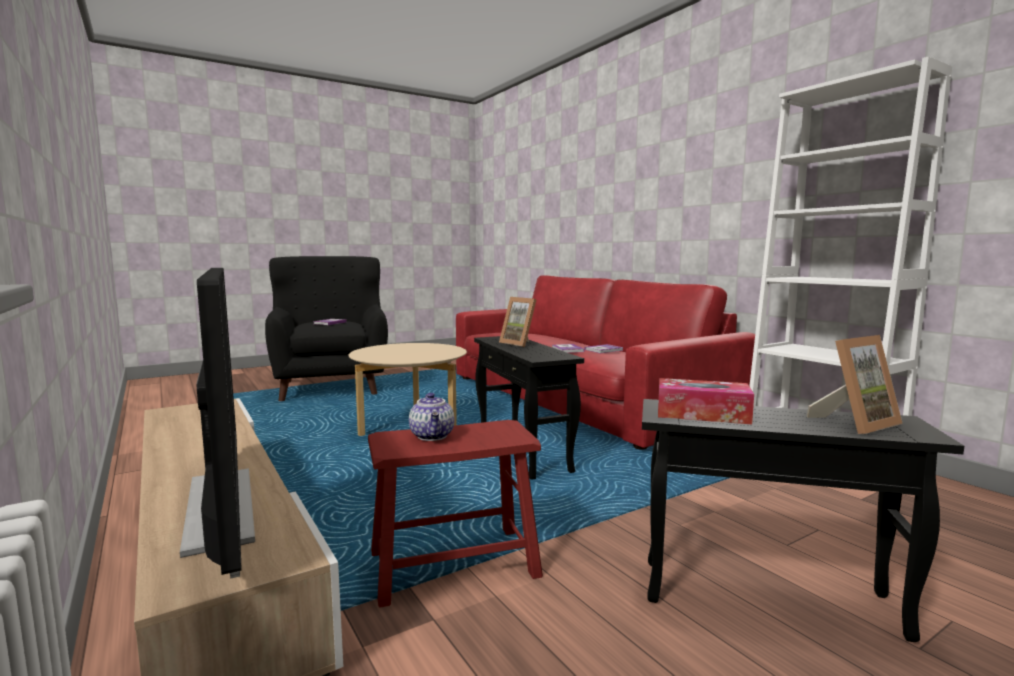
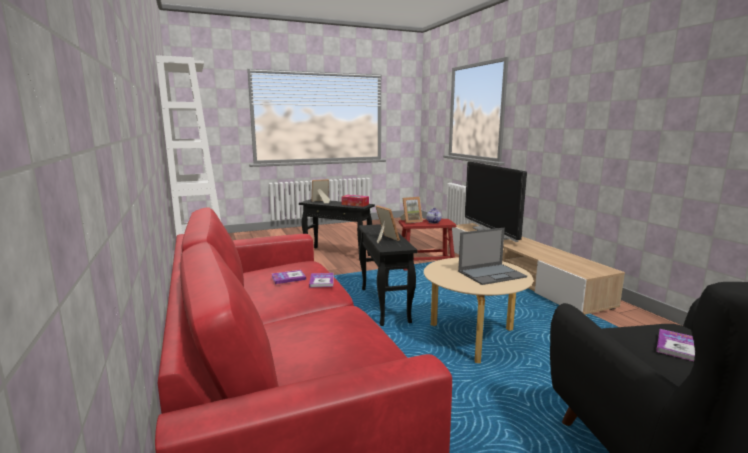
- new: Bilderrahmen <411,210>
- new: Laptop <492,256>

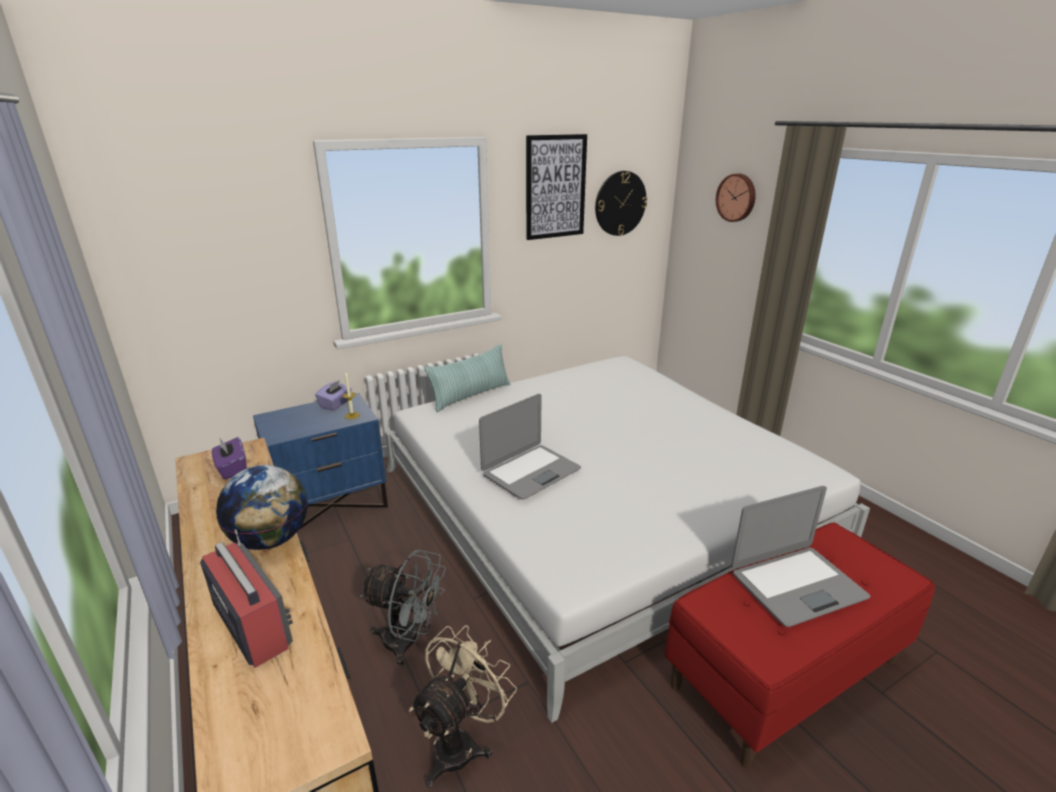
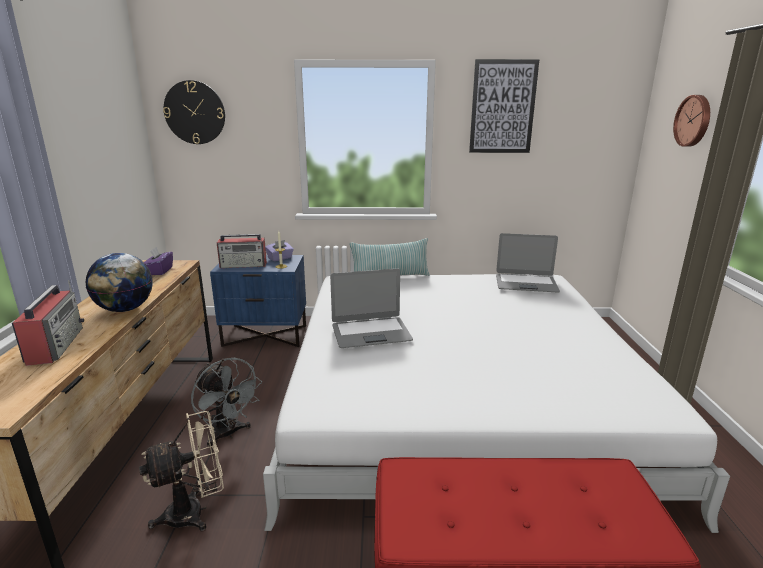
- shifted: Wanduhr <621,203> to <194,112>
- new: Radio <242,251>
- shifted: Laptop <800,556> to <528,262>

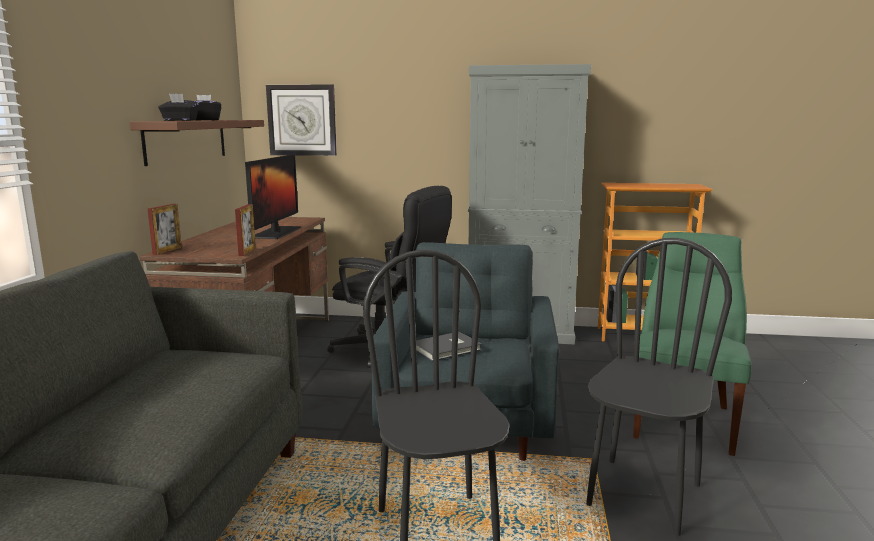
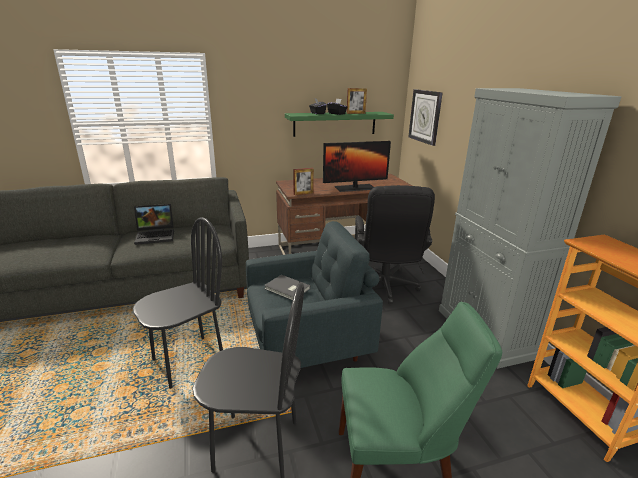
- new: Laptop <154,224>
- repainted: Wandregal/braun <196,143> to Wandregal/grün <339,124>
- shifted: Bilderrahmen <164,229> to <357,101>

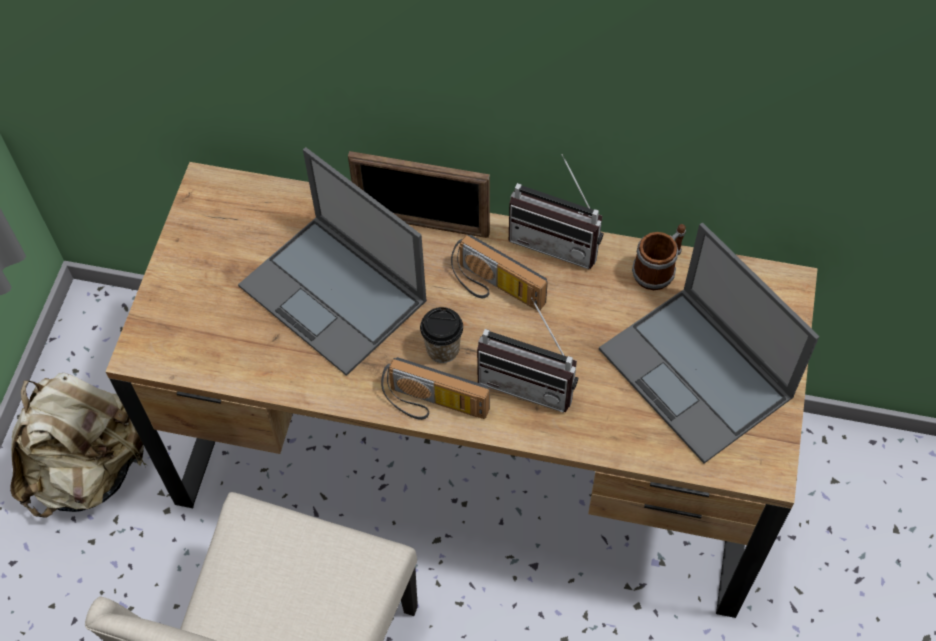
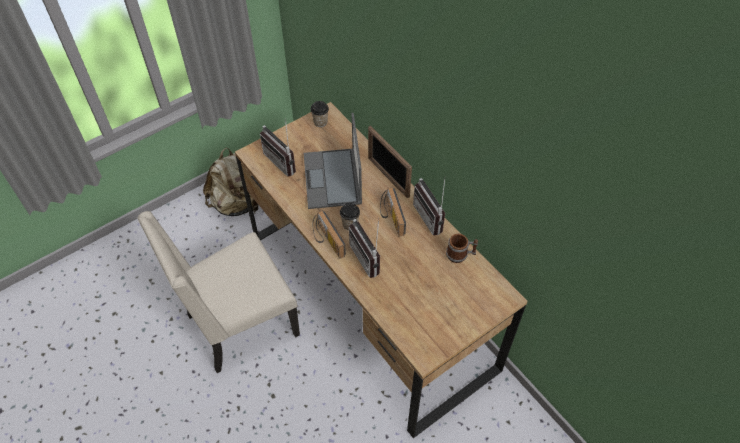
- new: Radio <278,148>
- new: Tasse <319,114>
- gone: Laptop <709,343>

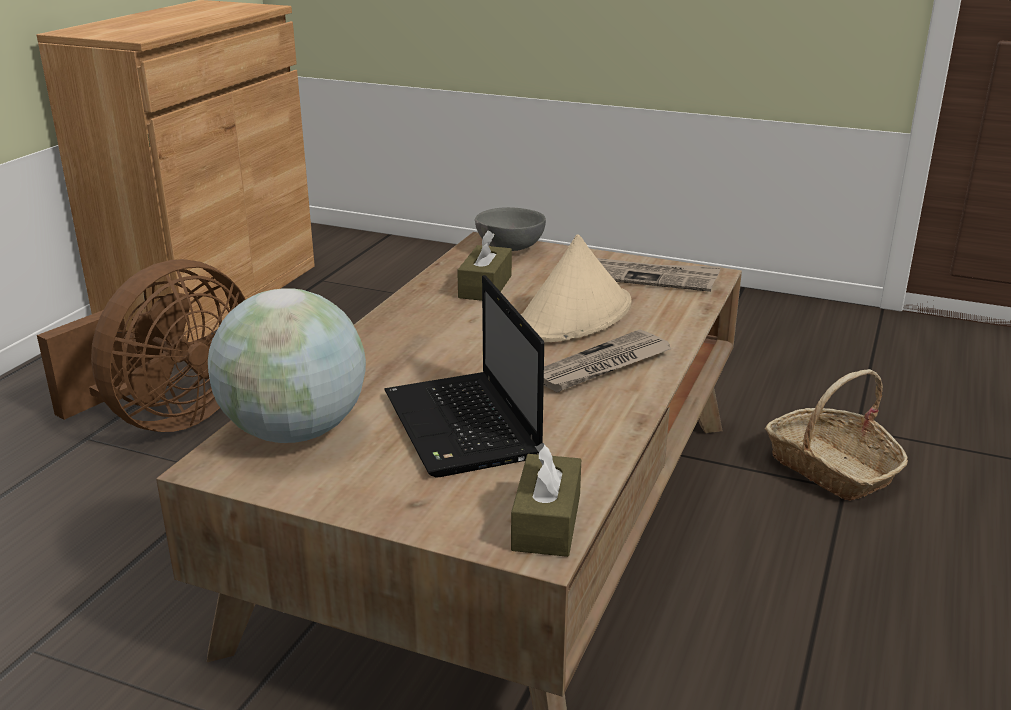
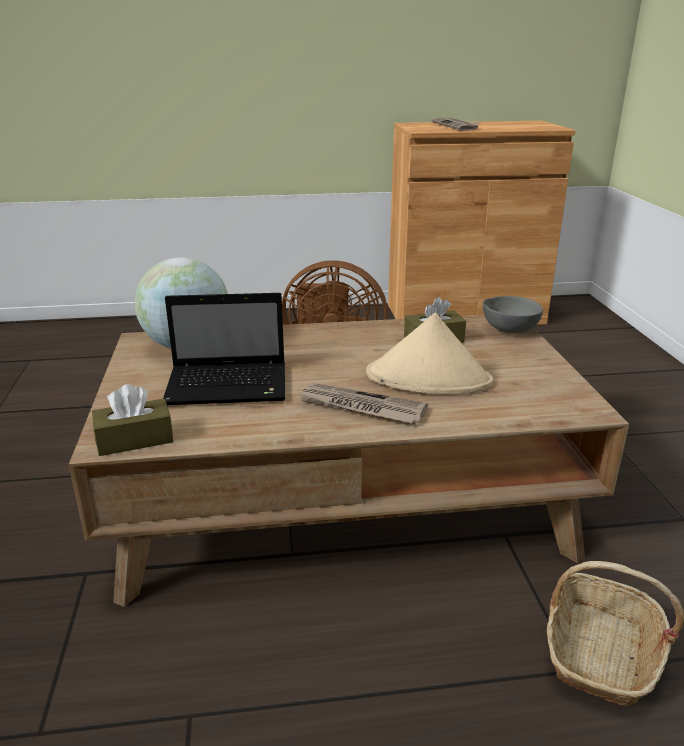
- rotated: Laptop <464,376> = <224,349> 135 degrees counterclockwise
- shifted: Zeitung <659,275> to <456,124>

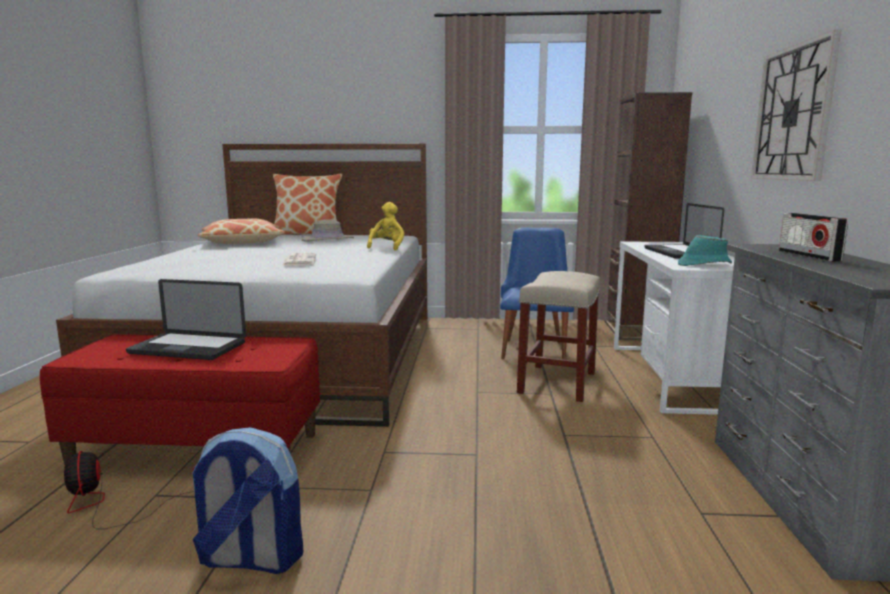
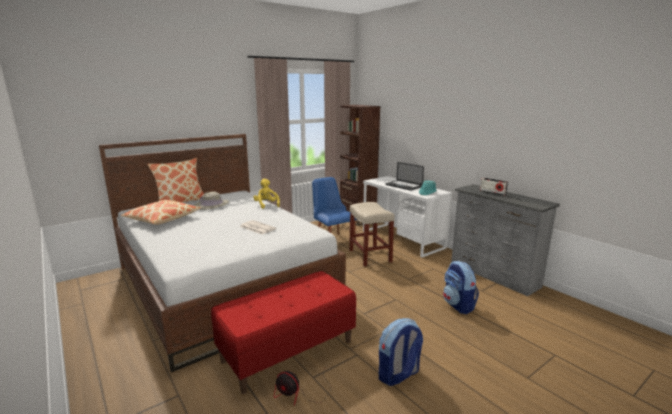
- new: Rucksack <461,287>
- gone: Laptop <186,319>
- gone: Wanduhr <796,105>

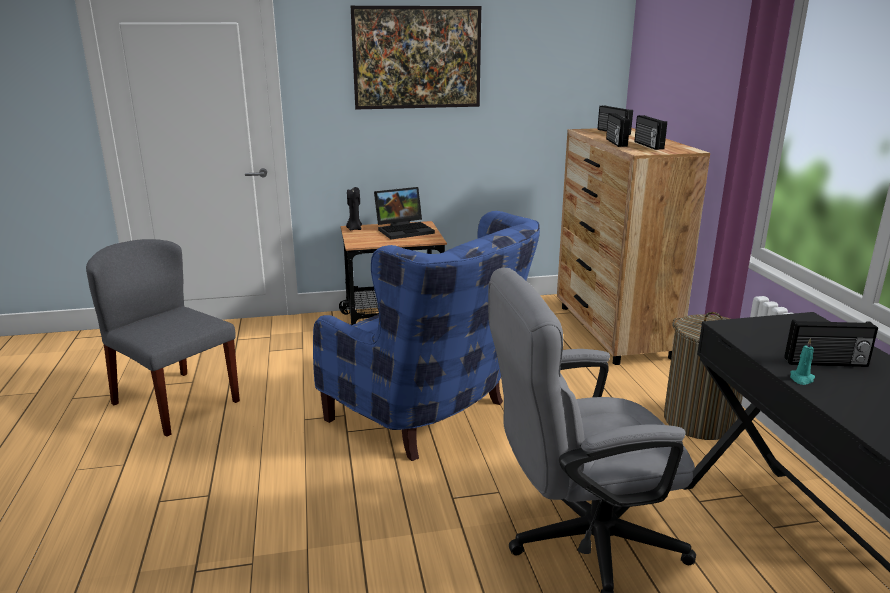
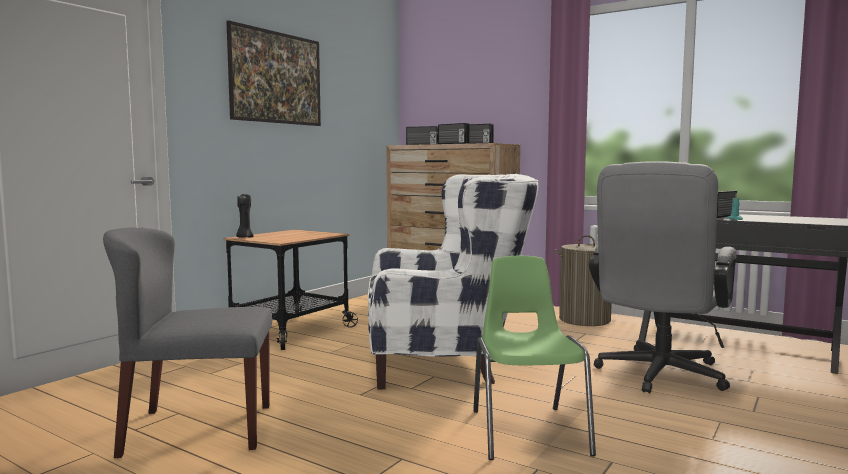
- repainted: Sessel/blau <426,336> to Sessel/weiß <453,282>
- new: Stuhl/grün <534,358>
- gone: Laptop <404,213>

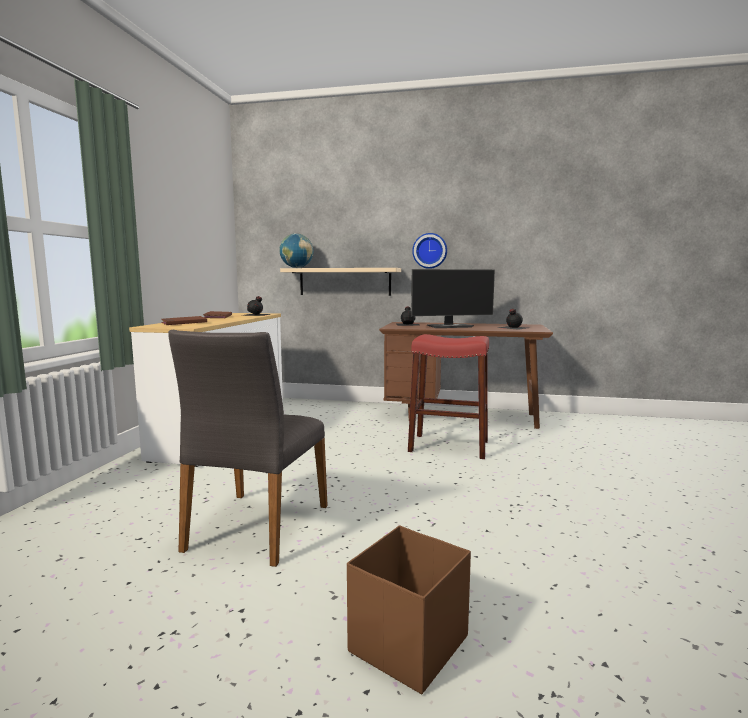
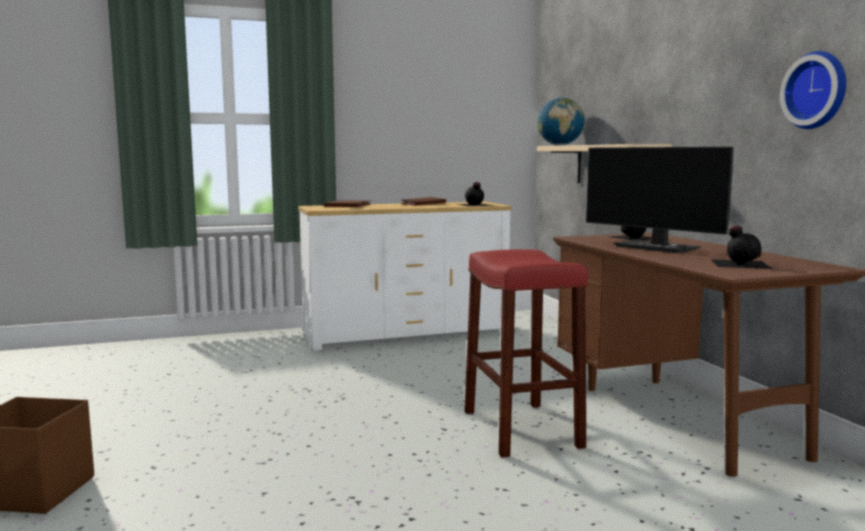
- shifted: Wanduhr <429,251> to <813,90>
- gone: Stuhl/grau <248,448>

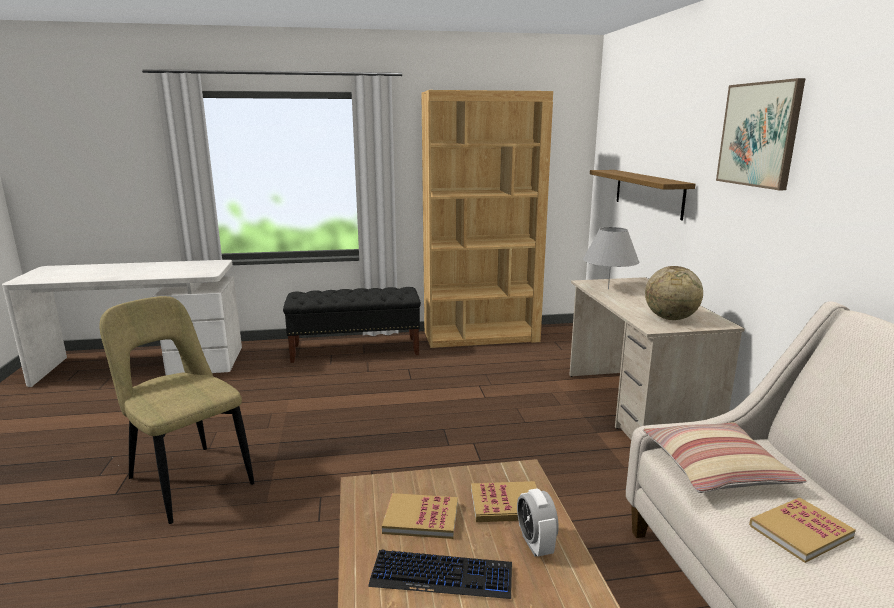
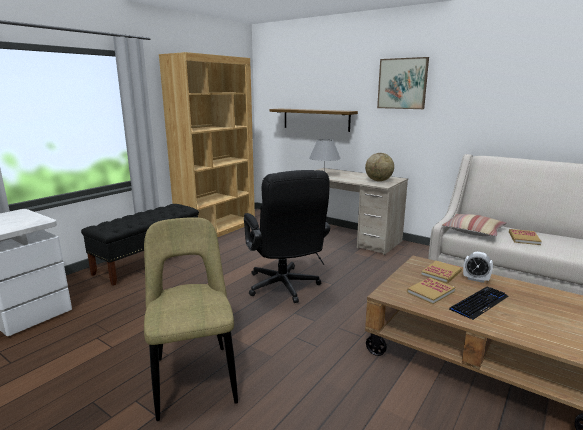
- rotated: Stuhl/beige <177,410> = <191,319> 75 degrees clockwise
- new: Bürostuhl/schwarz <287,236>

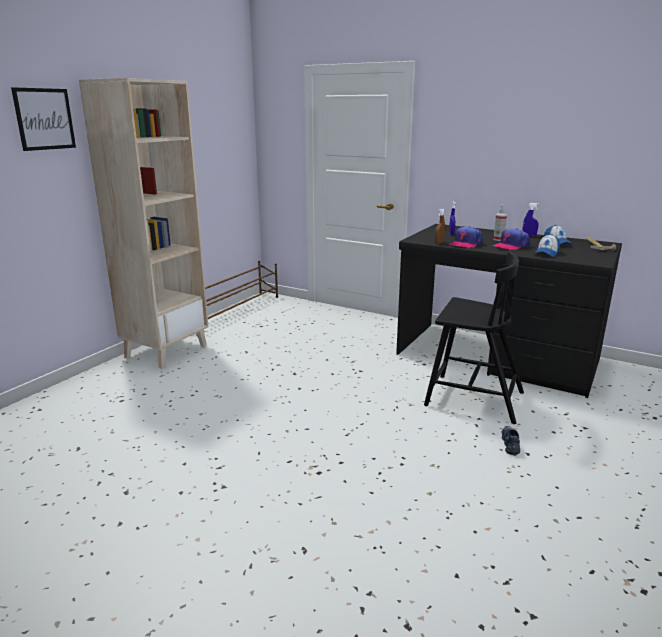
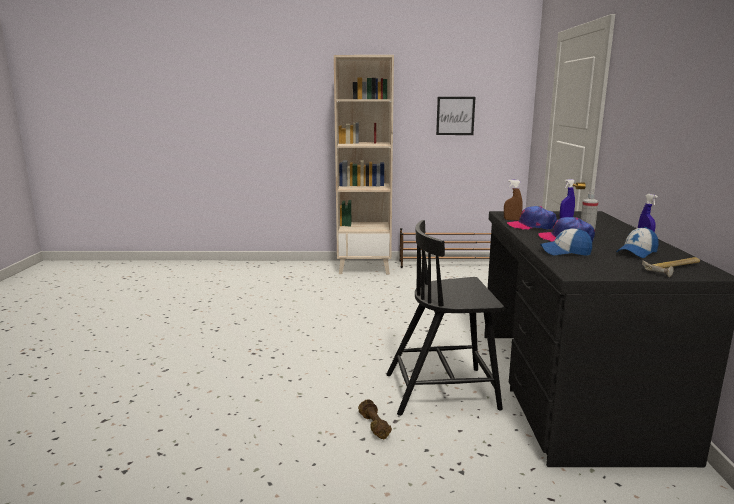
- swapped: Schuh <510,440> to Hantel/braun <375,419>
- rotated: Stuhl/schwarz <474,337> = <445,318> 90 degrees clockwise
- shifted: Bild <43,119> to <455,116>

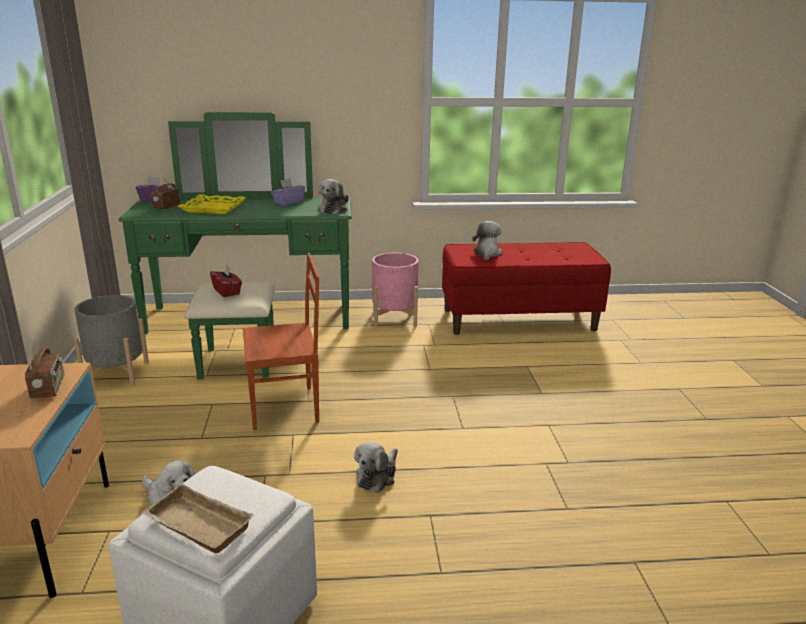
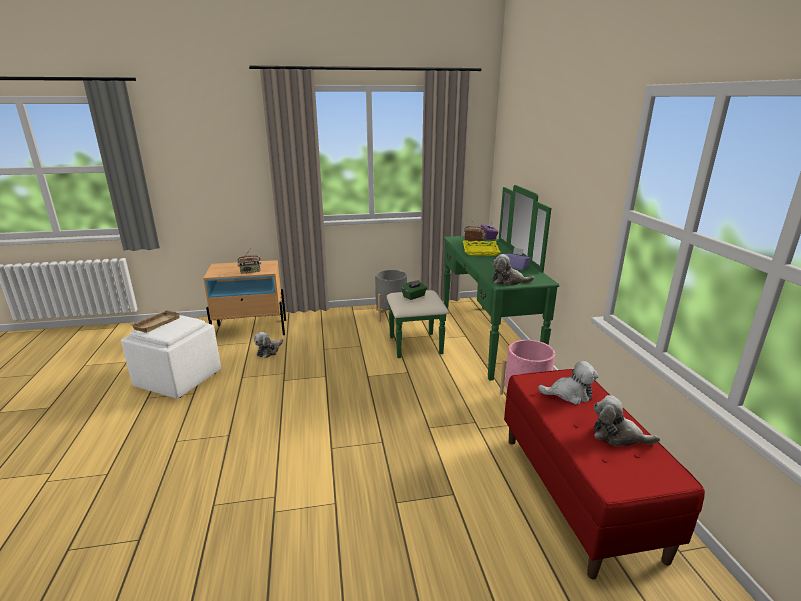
- repainted: Taschentuchbox/rot <226,280> to Taschentuchbox/grün <414,290>
- shifted: Plüschtier <376,467> to <627,421>
- gone: Stuhl/braun <281,341>

